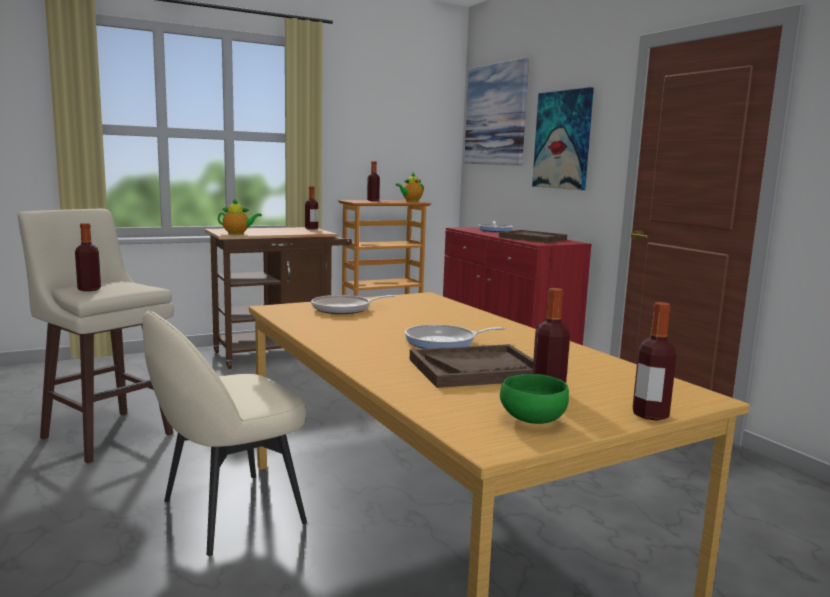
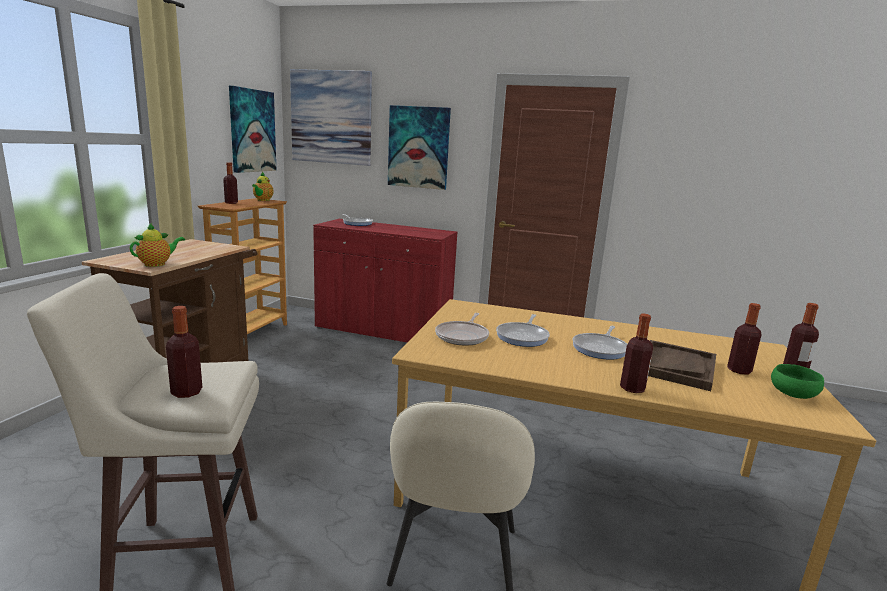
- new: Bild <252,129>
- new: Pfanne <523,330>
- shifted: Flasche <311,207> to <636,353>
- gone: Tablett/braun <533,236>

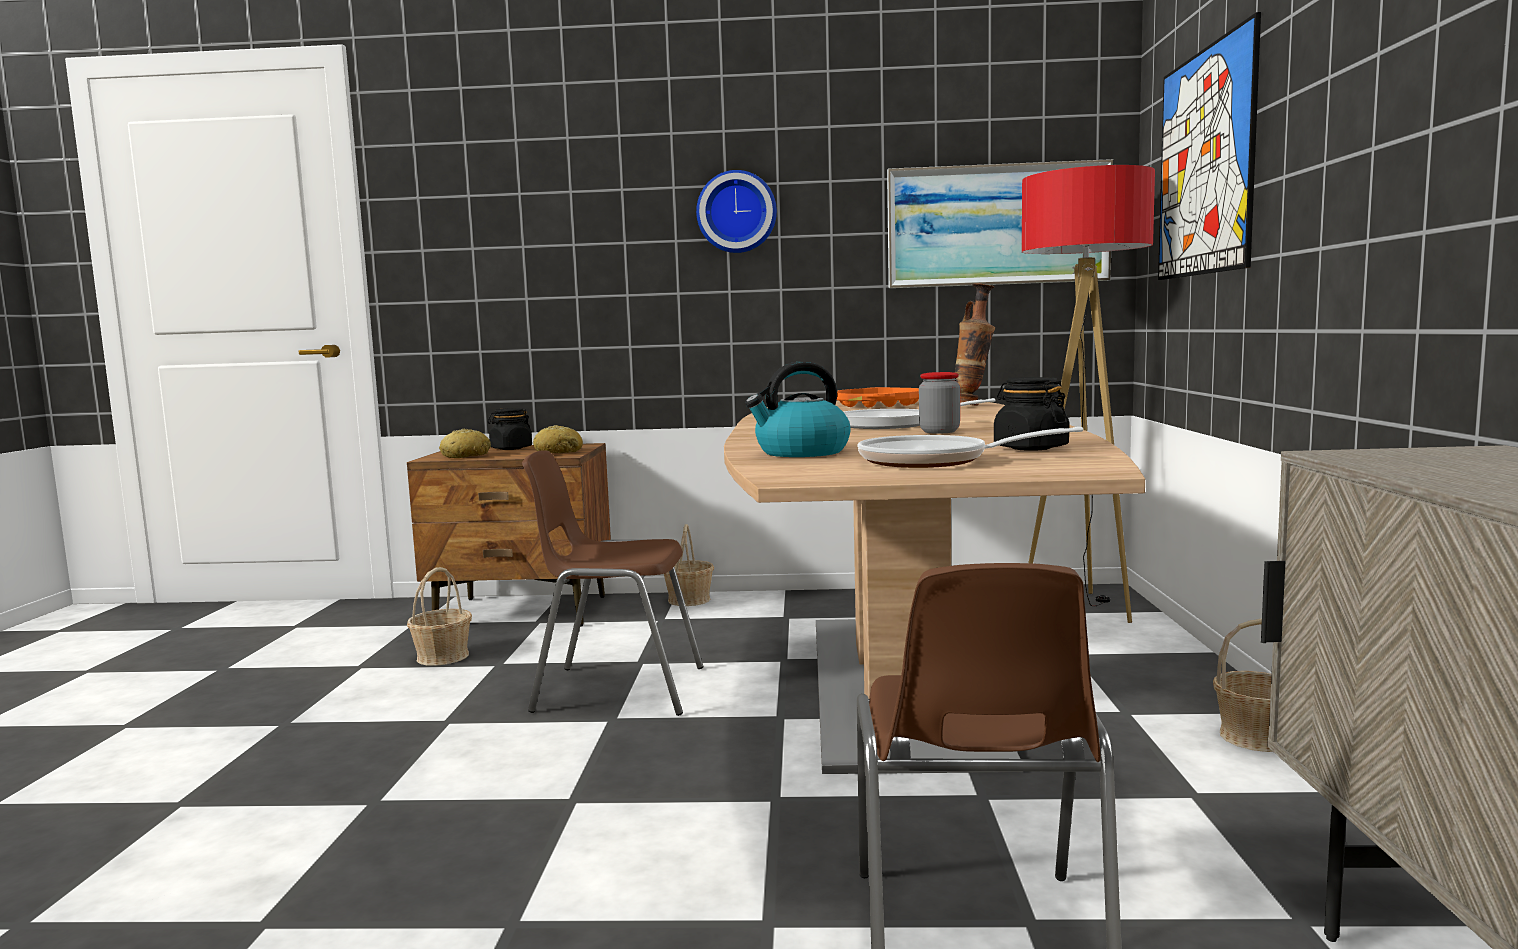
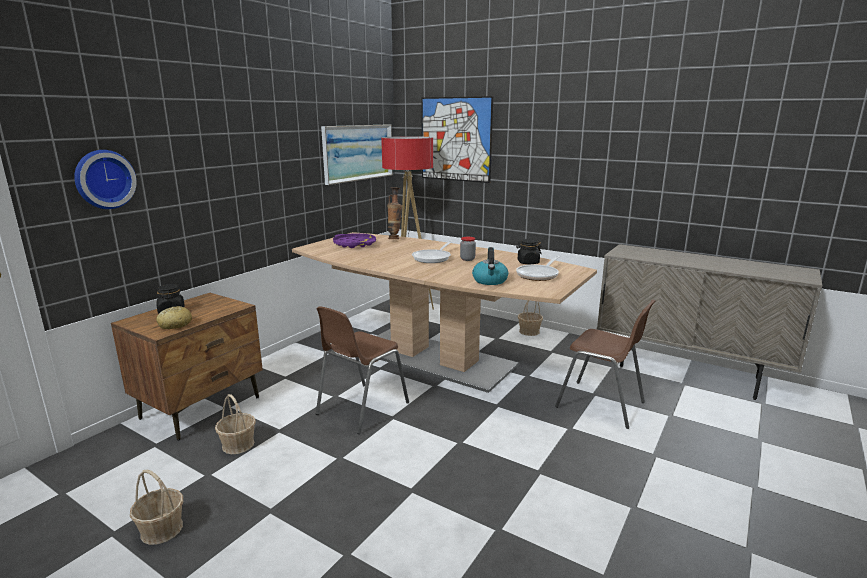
- shifted: Wanduhr <736,211> to <105,179>
- shifted: Korb <689,565> to <156,507>
- repainted: Tablett/orange <878,397> to Tablett/lila <354,240>
- gone: Brot <558,439>

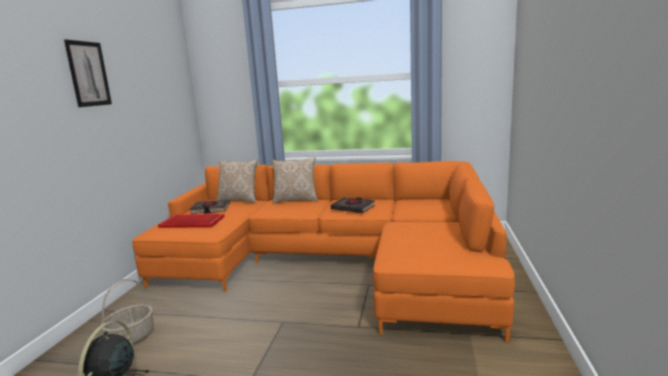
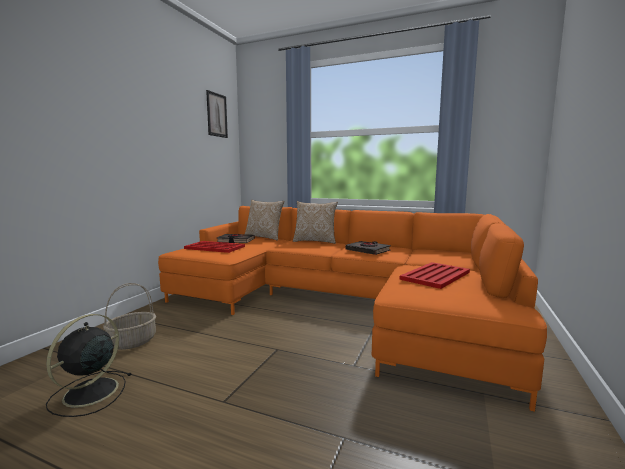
- shifted: Bild <88,73> to <217,114>
- new: Tablett/rot <434,275>

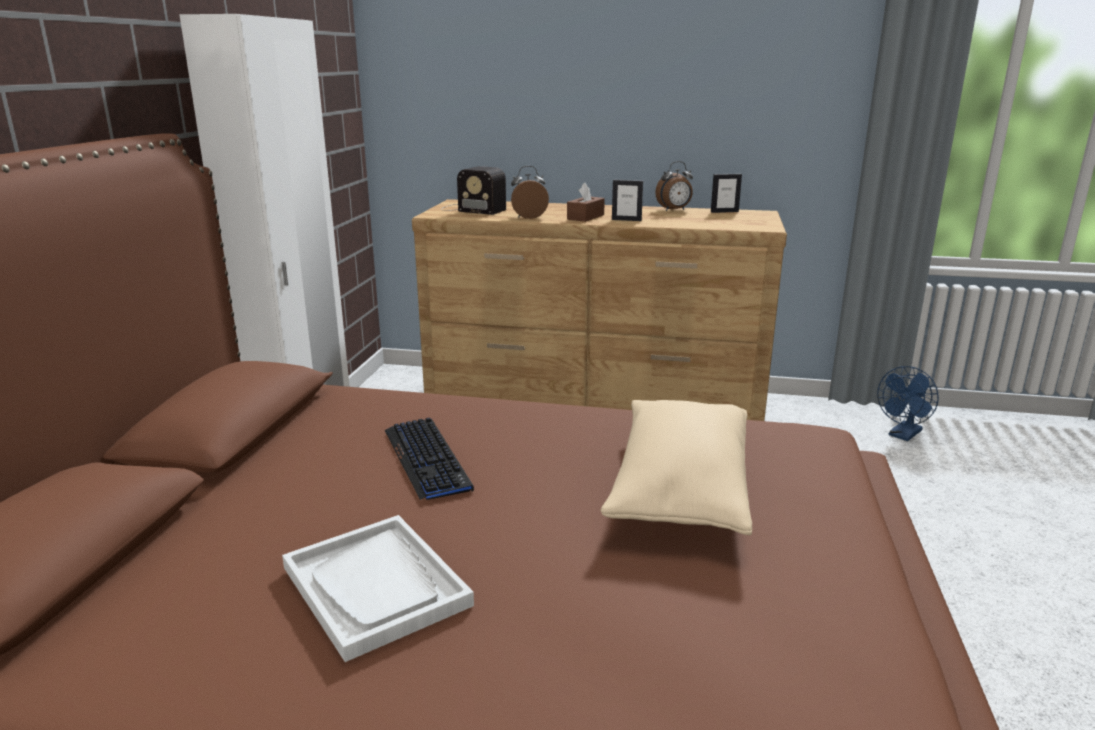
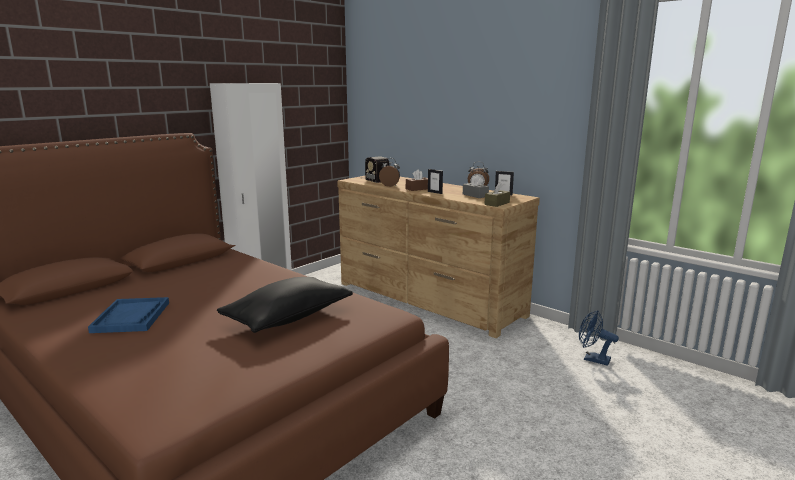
- repainted: Tablett/weiß <378,588> to Tablett/blau <128,315>
- repainted: Kissen/beige <676,467> to Kissen/schwarz <285,305>
- new: Taschentuchbox/grau <476,186>
- new: Taschentuchbox/braun <497,194>
- rotated: Ventilator/blau <908,403> = <599,338> 45 degrees clockwise
- gone: Tastatur <429,458>

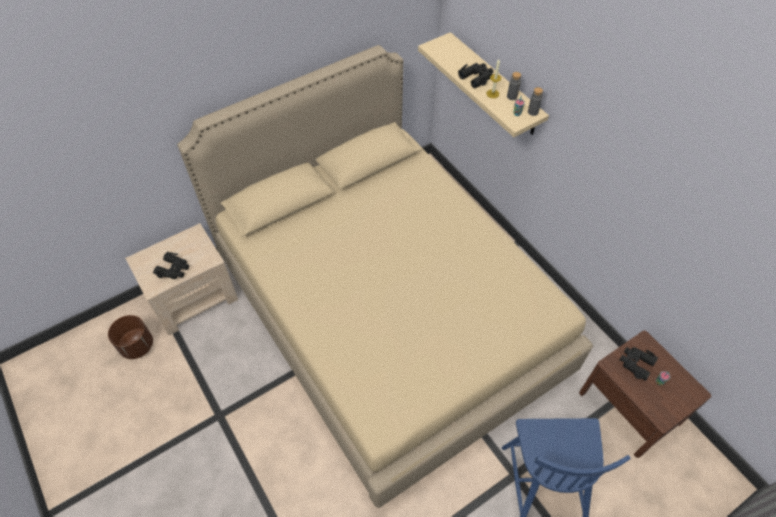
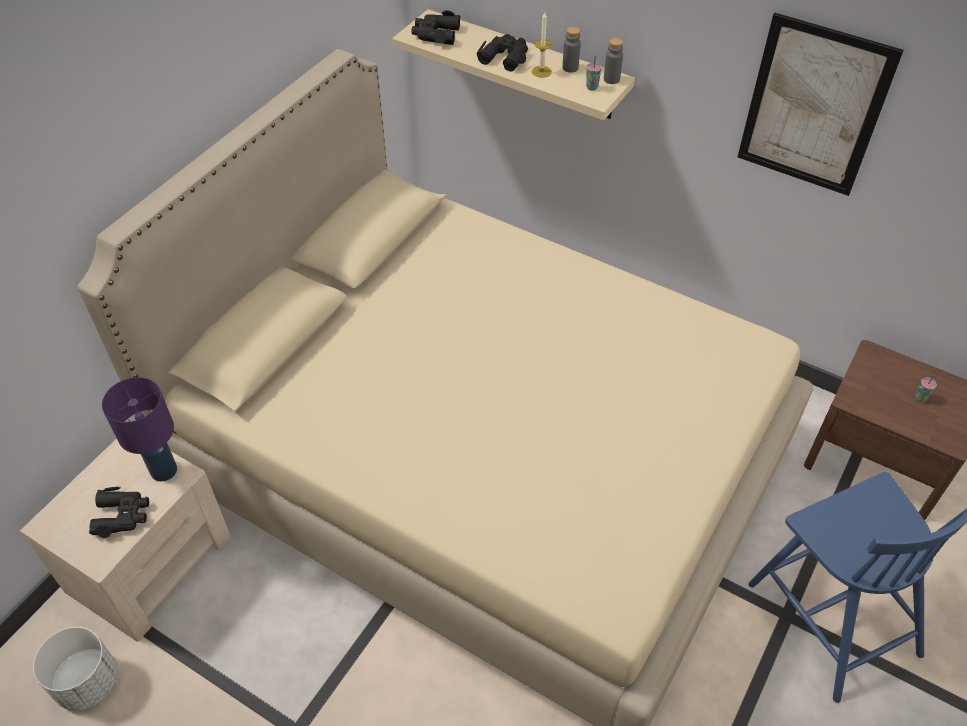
- repainted: Pflanzkübel/braun <130,337> to Pflanzkübel/weiß <75,669>
- new: Tischlampe/lila <139,429>
- shifted: Fernglas/schwarz <639,364> to <436,27>
- new: Bild <821,104>

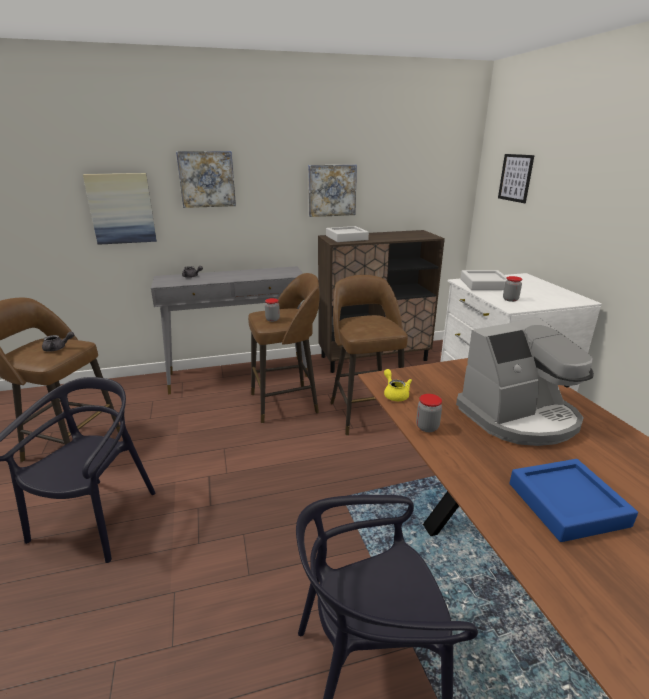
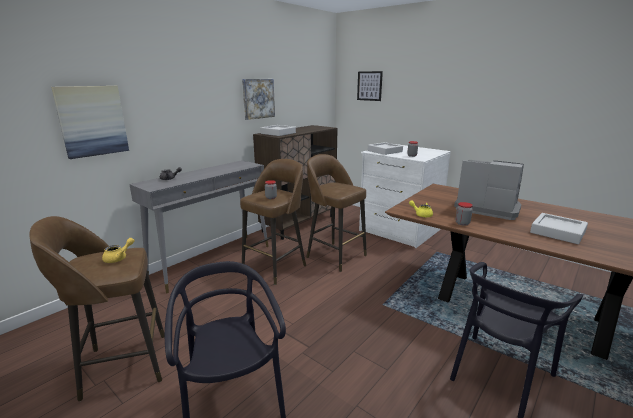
- repainted: Teekanne/grau <58,342> to Teekanne/gelb <118,250>
- rotated: Kaffeemaschine <525,382> = <489,190> 90 degrees counterclockwise
- repainted: Tablett/blau <573,500> to Tablett/grau <559,228>
- gone: Bild <206,179>

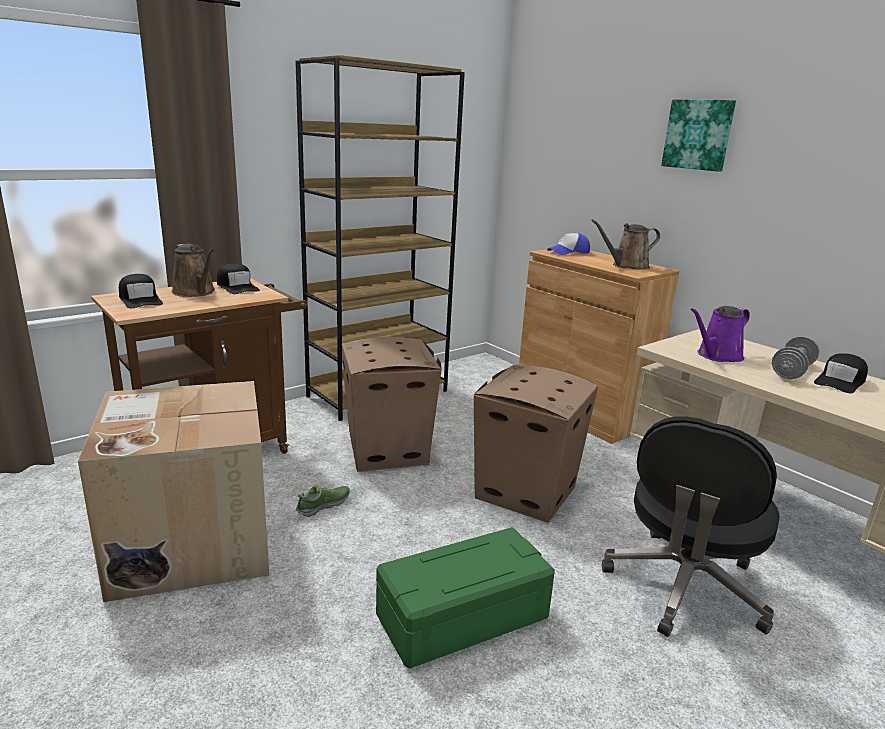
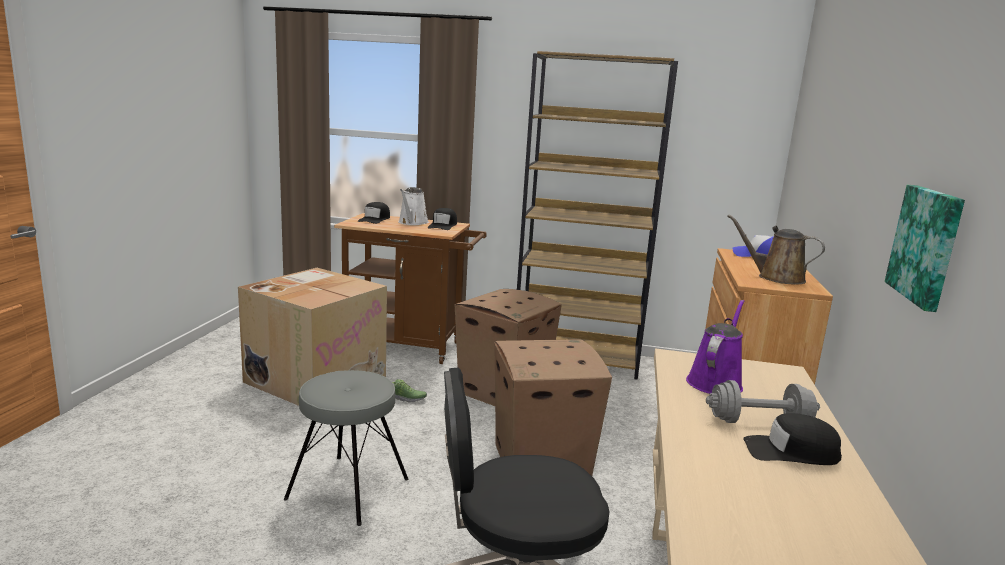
- swapped: Aufbewahrungsbox/grün <465,597> to Hocker/grau <346,448>
- repainted: Gießkanne/braun <193,270> to Gießkanne/weiß <413,206>
- rotated: Gießkanne/lila <720,334> = <715,347> 105 degrees clockwise
- shifted: Bild <698,135> to <925,248>

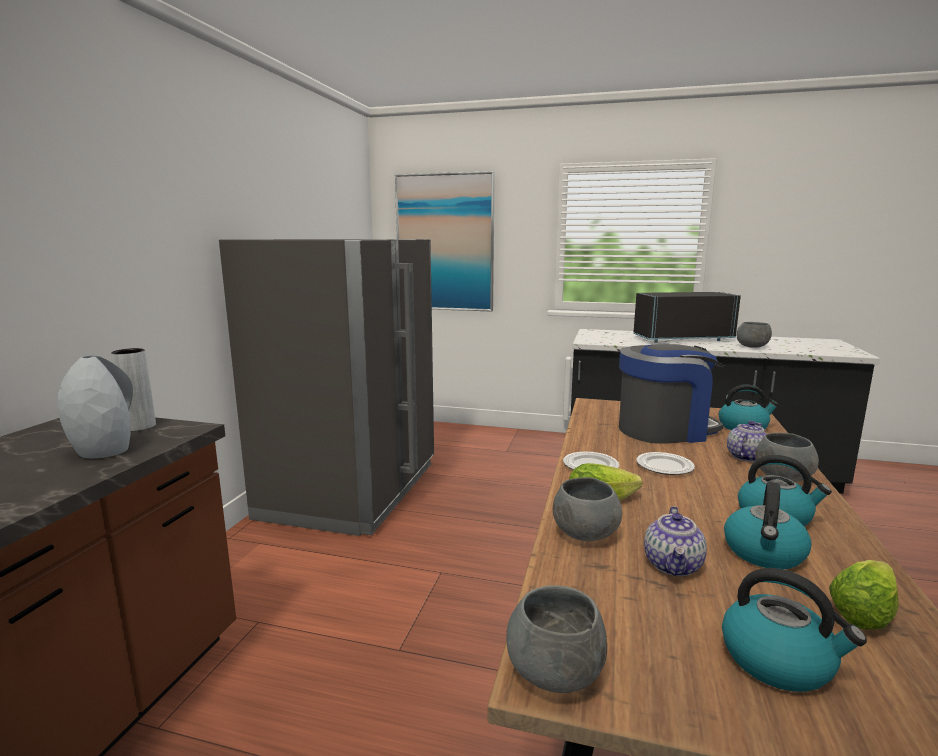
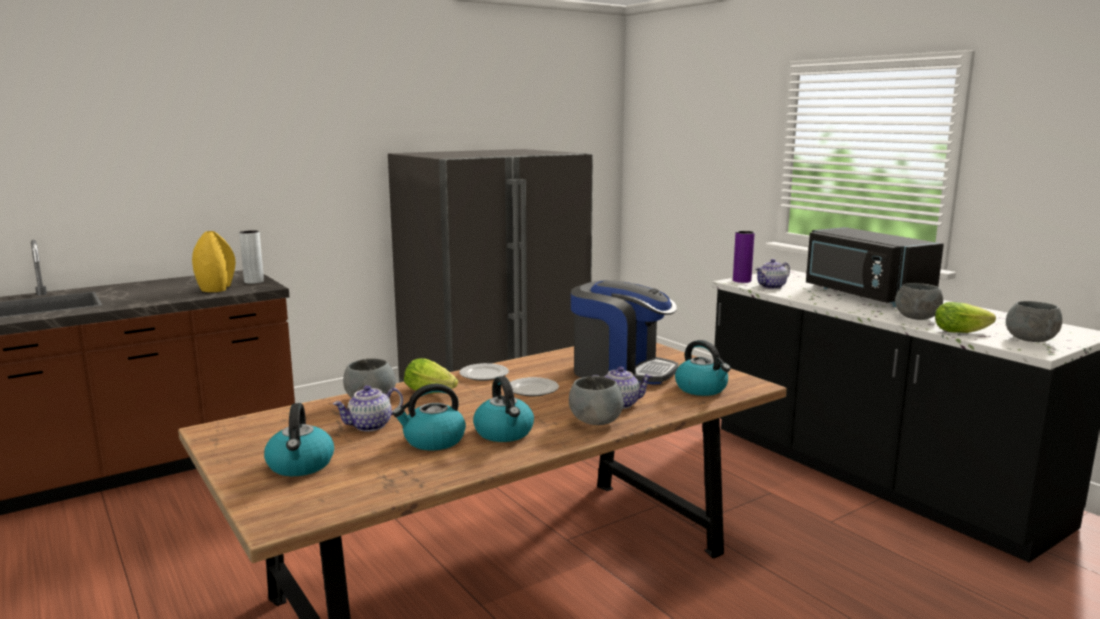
- repainted: Vase/grau <95,406> to Vase/gelb <213,261>
- new: Vase/lila <744,257>
- new: Teekanne <772,274>
- rotated: Mikrowelle/schwarz <687,317> = <875,267> 150 degrees counterclockwise
- shifted: Salatkopf <864,595> to <965,317>
- shifted: Schüssel/grau <556,639> to <1034,321>
- gone: Bild <445,241>

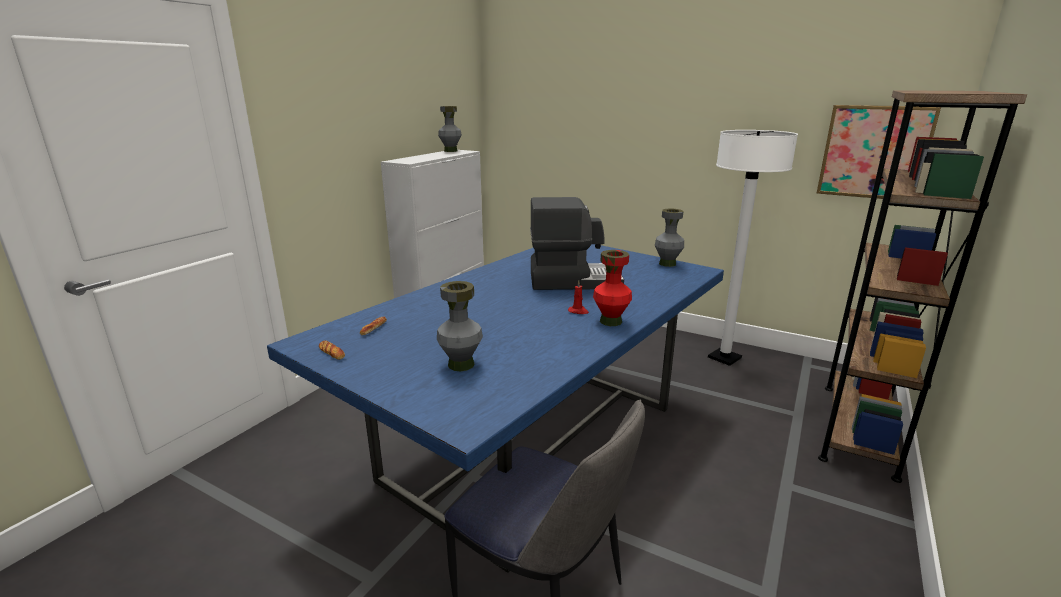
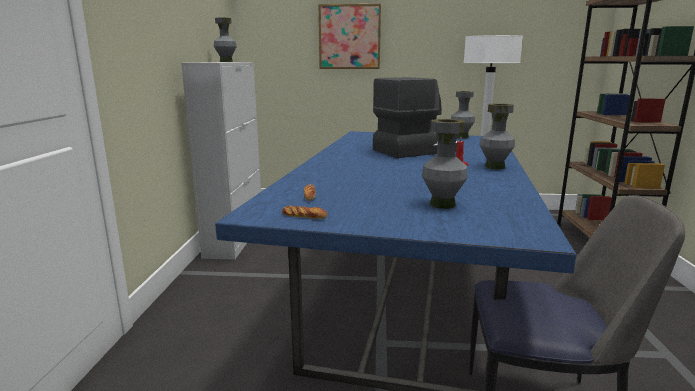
- shifted: Bild <879,152> to <349,36>
- repainted: Vase/rot <612,288> to Vase/grau <497,136>

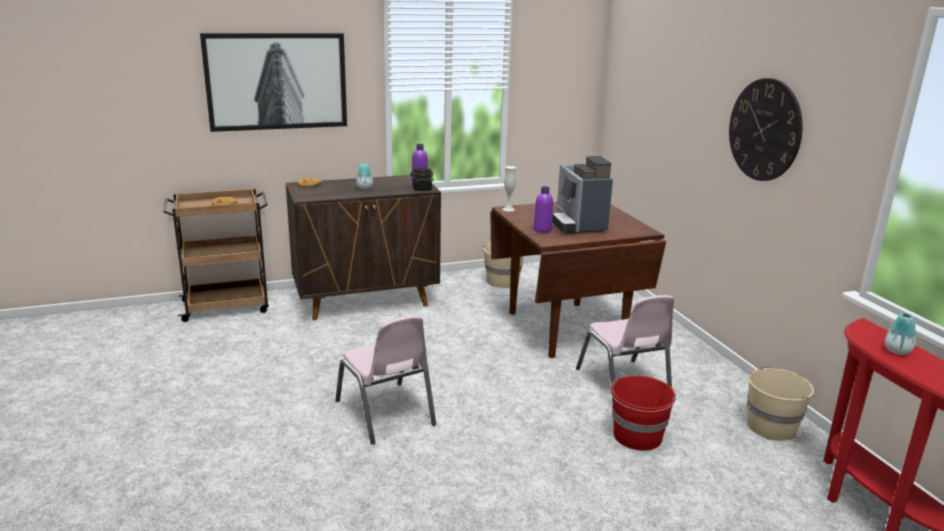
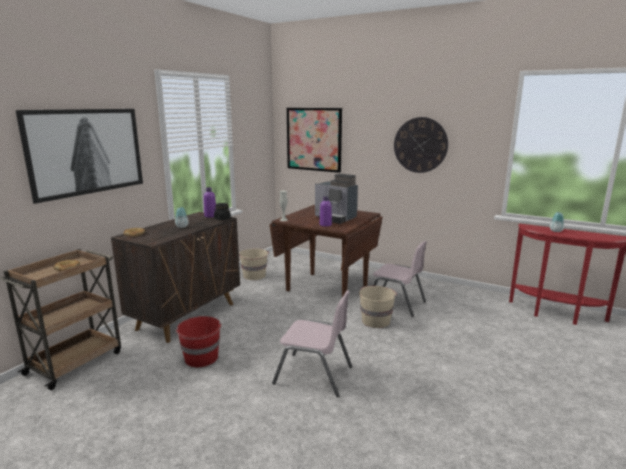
- shifted: Eimer/rot <643,413> to <198,341>
- new: Bild <314,140>
- shifted: Eimer/beige <782,404> to <378,307>

